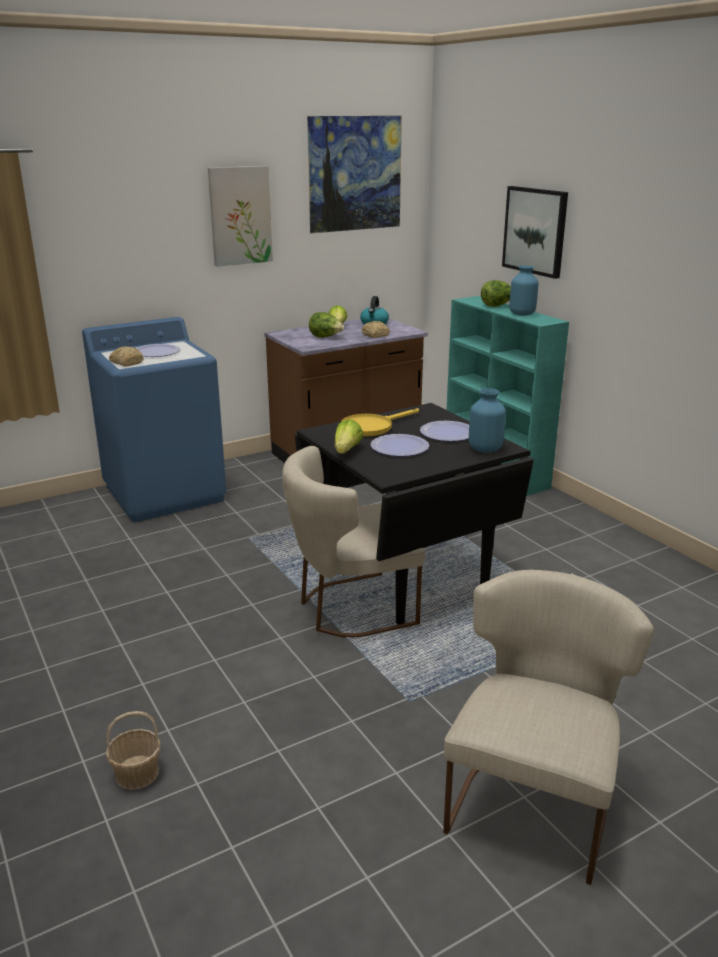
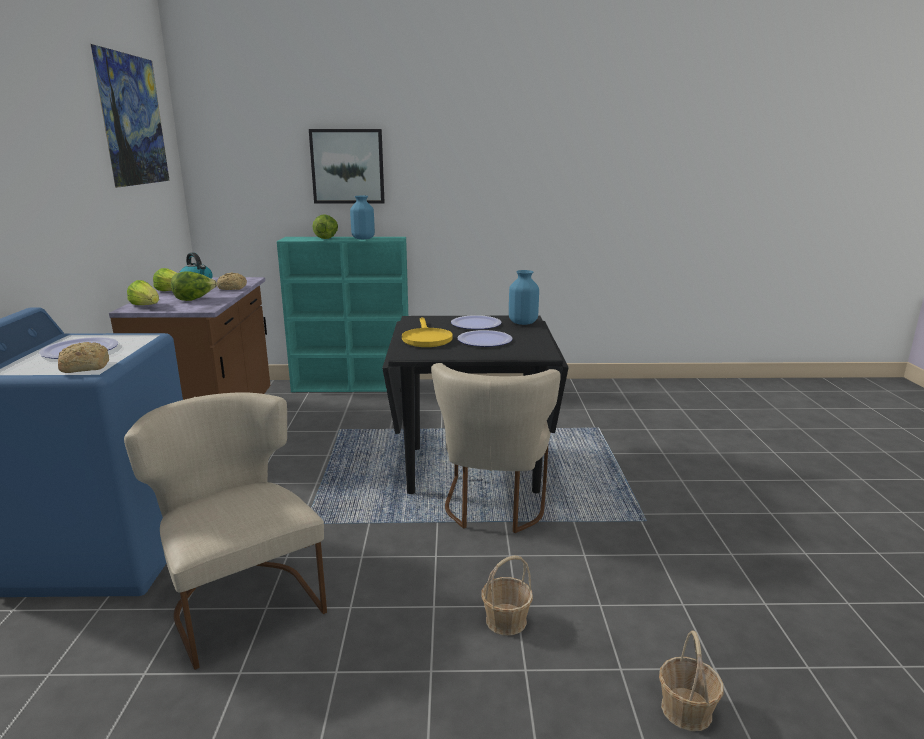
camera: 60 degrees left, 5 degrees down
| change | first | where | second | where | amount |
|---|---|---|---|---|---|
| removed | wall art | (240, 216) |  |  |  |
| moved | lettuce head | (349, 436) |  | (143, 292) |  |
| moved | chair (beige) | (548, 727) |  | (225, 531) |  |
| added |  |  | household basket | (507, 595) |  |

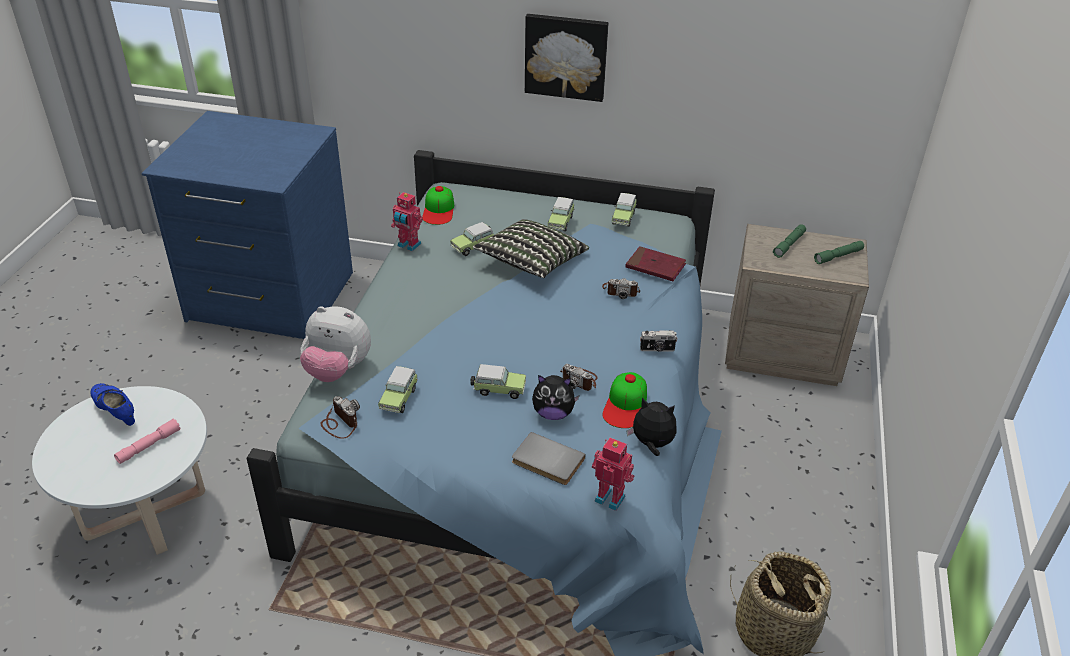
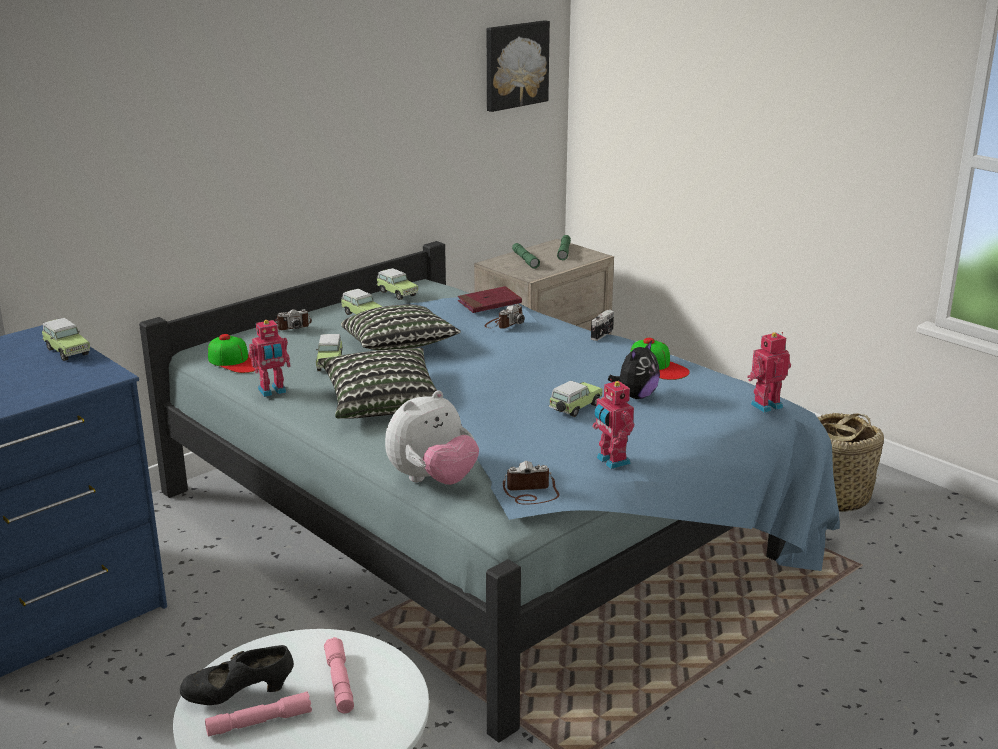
camera: 55 degrees left, 15 degrees down
| change | first | where | second | where | amount |
|---|---|---|---|---|---|
| recoloured | item of footwear (blue-coloured) | (112, 404) | item of footwear (black-coloured) | (237, 675) |  |
| moved | toy car | (398, 389) |  | (66, 339) |  |
| removed | bound book (grey) | (549, 458) |  |  |  |
| moved | wall art | (567, 58) |  | (518, 66) |  |
| moved | still camera | (579, 377) |  | (293, 319) |  |
| removed | cuddly toy | (652, 426) |  |  |  |
| added |  |  | flashlight (pink) | (258, 713) |  |
| added |  |  | throw pillow | (377, 383) |  |
| added |  |  | model robot | (613, 424) |  |

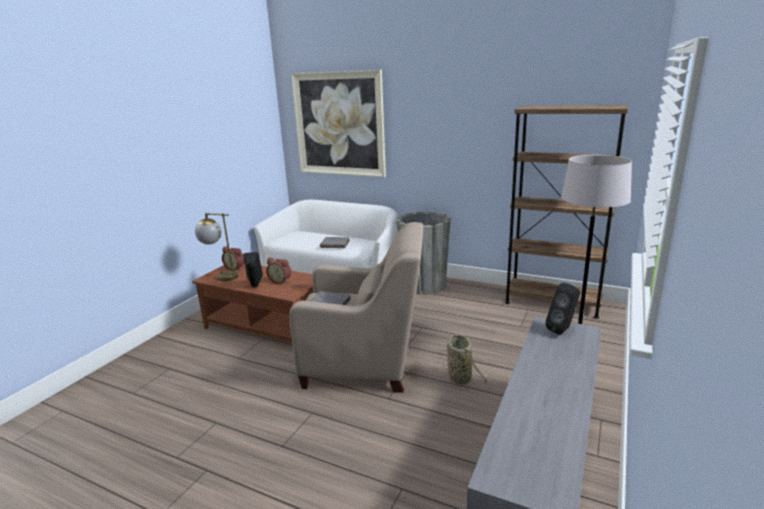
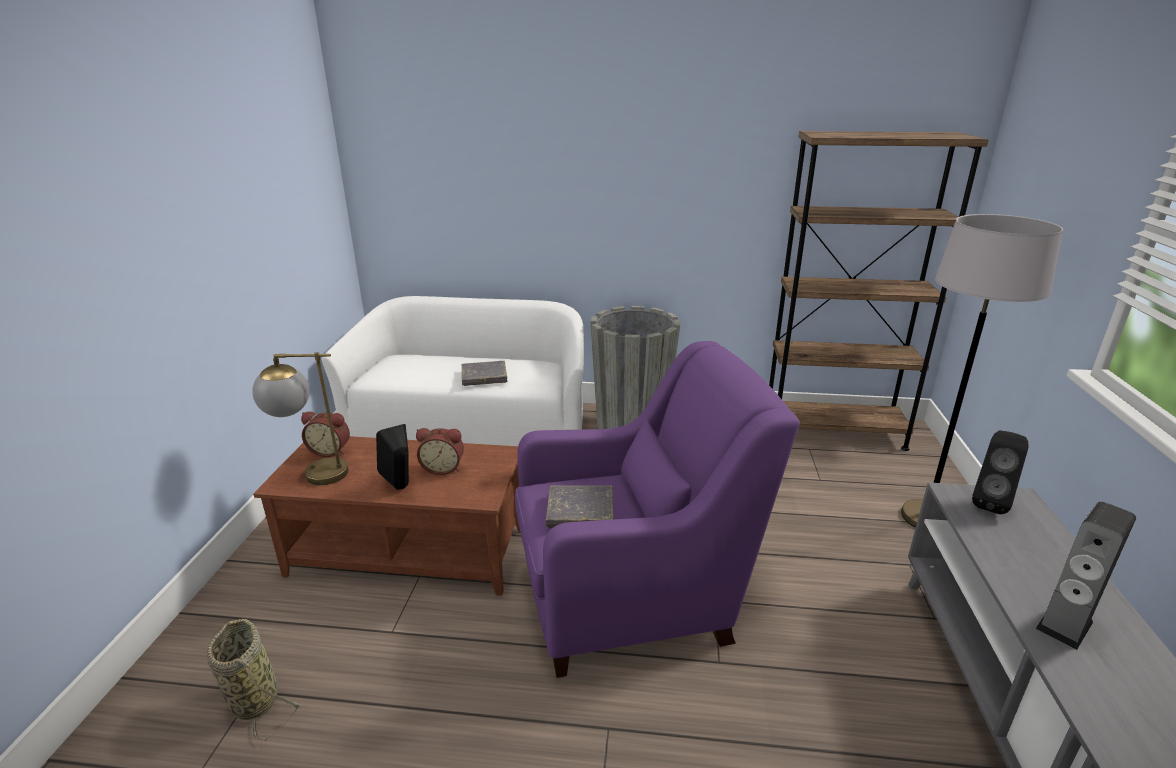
camera: 20 degrees left, 5 degrees up
| change | first | where | second | where | amount |
|---|---|---|---|---|---|
| recoloured | easy chair (beige) | (356, 307) | easy chair (purplish) | (657, 509) |  |
| removed | wall art | (338, 123) |  |  |  |
| moved | household basket | (463, 363) |  | (254, 680) |  |
| added |  |  | audio speaker | (1086, 576) |  |

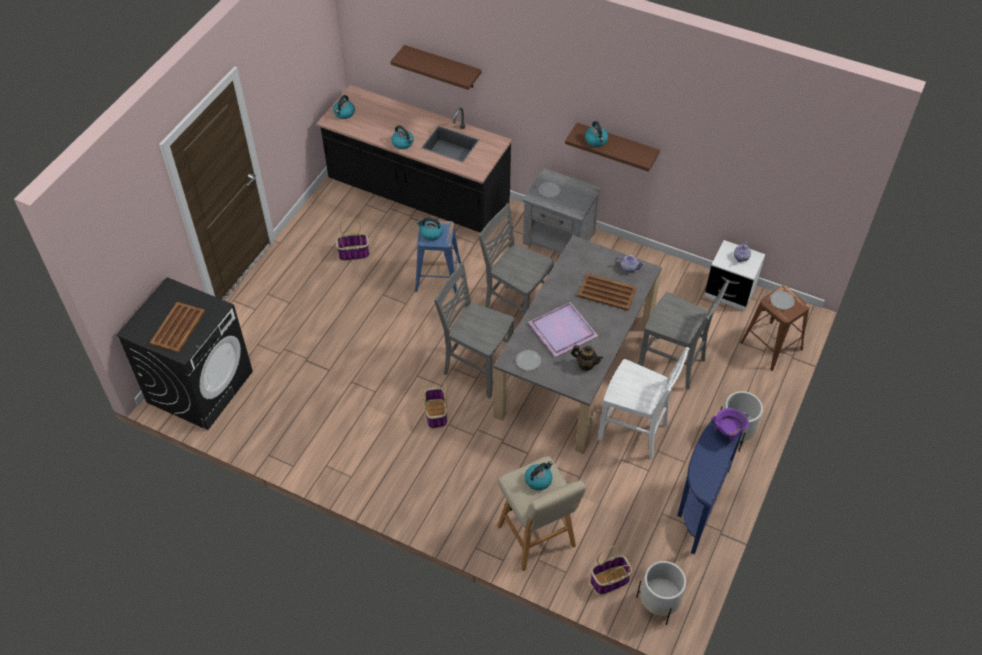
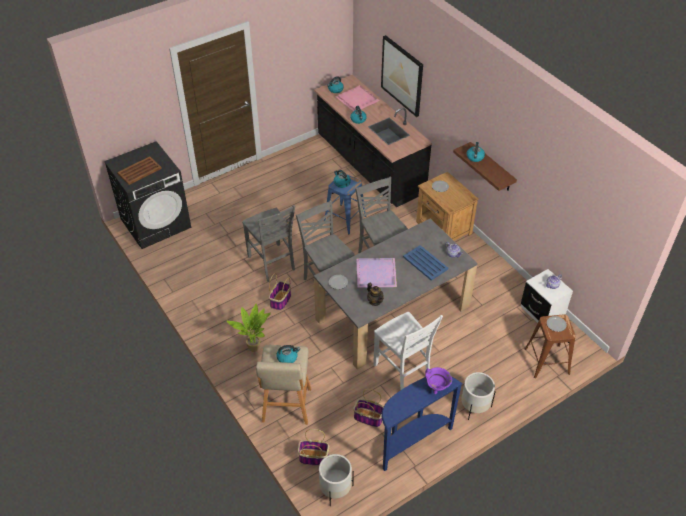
camera: 30 degrees right, 5 degrees down
| change | first | where | second | where | amount |
|---|---|---|---|---|---|
| moved | household basket | (353, 239) |  | (368, 408) |  |
| replaced | wall shelf (brown-coloured) | (436, 67) | wall art | (402, 76) |  |
| recoloured | nightstand (grey) | (562, 211) | nightstand (brown-coloured) | (447, 206) |  |
| recoloured | carrying tray (brown-coloured) | (607, 292) | carrying tray (blue-coloured) | (425, 263) |  |
| moved | chair (grey) | (684, 335) |  | (268, 243) |  |
| added |  |  | houseplant | (249, 328) |  |
| added |  |  | carrying tray (pink) | (358, 98) |  |

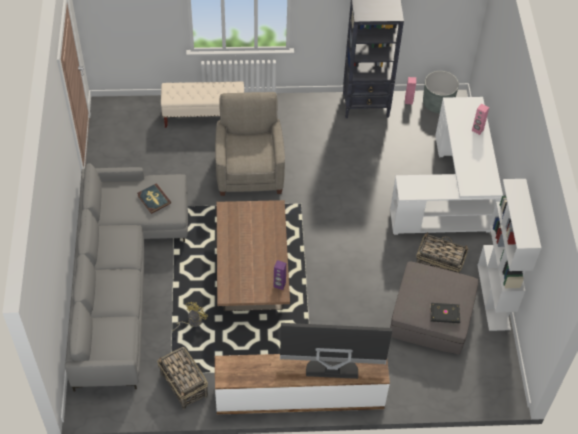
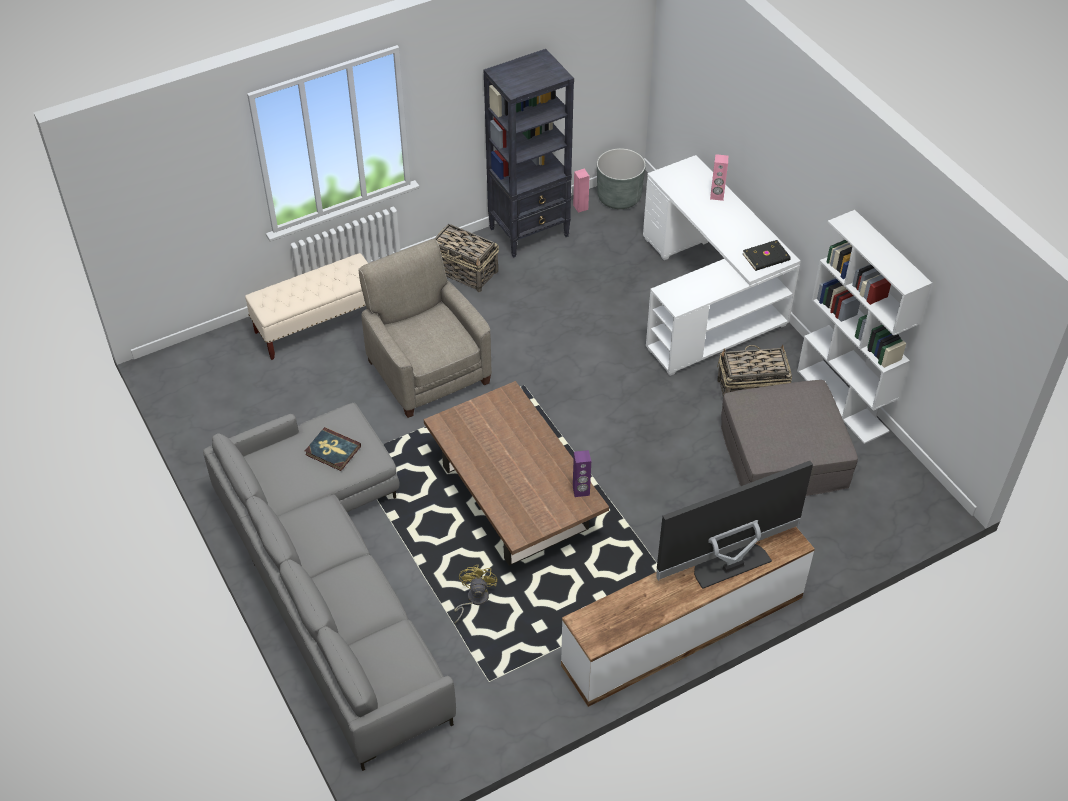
camera: 25 degrees left, 5 degrees down
| change | first | where | second | where | amount |
|---|---|---|---|---|---|
| moved | household basket | (182, 378) |  | (466, 258) |  |
| moved | bound book (black-coloured) | (445, 313) |  | (767, 255) |  |

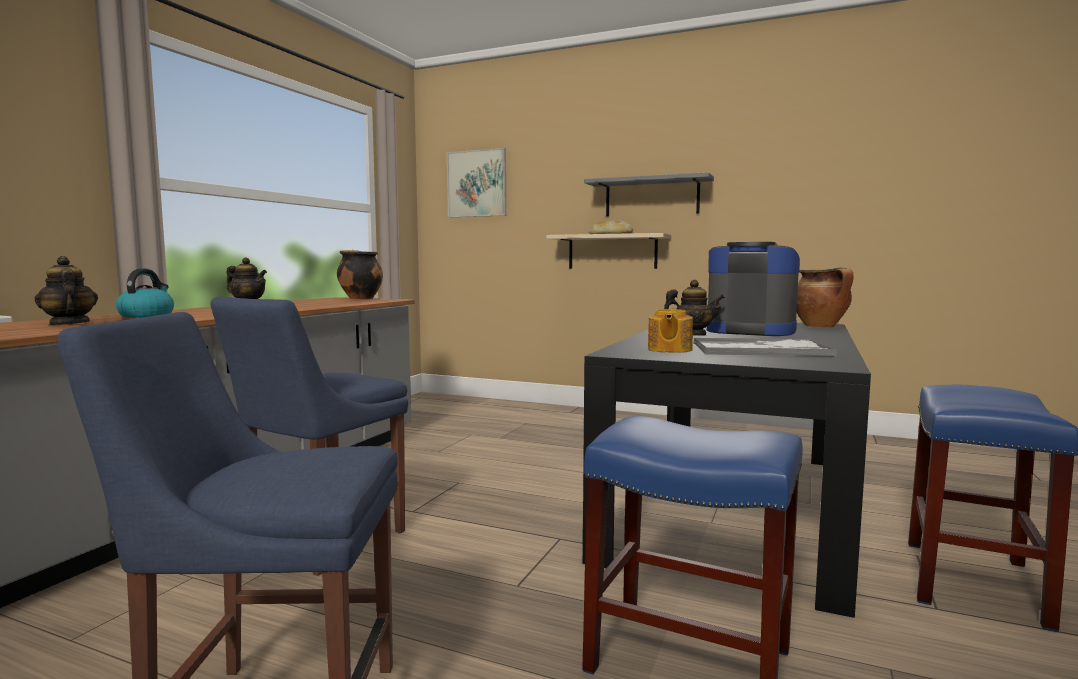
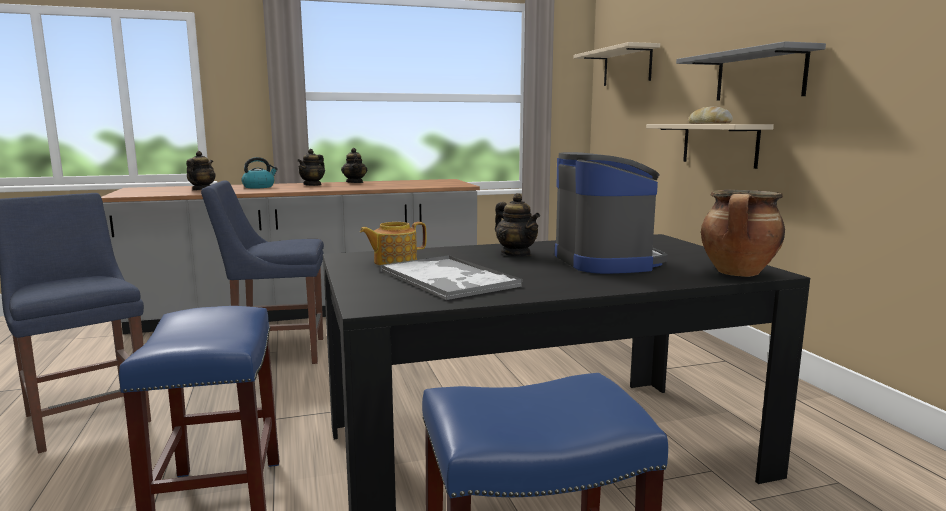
camera: 50 degrees right, 5 degrees up
| change | first | where | second | where | amount |
|---|---|---|---|---|---|
| removed | stockpot | (360, 275) |  |  |  |
| replaced | wall art | (476, 182) | wall shelf (beige) | (616, 64) |  |
| added |  |  | pot for tea | (311, 167) |  |

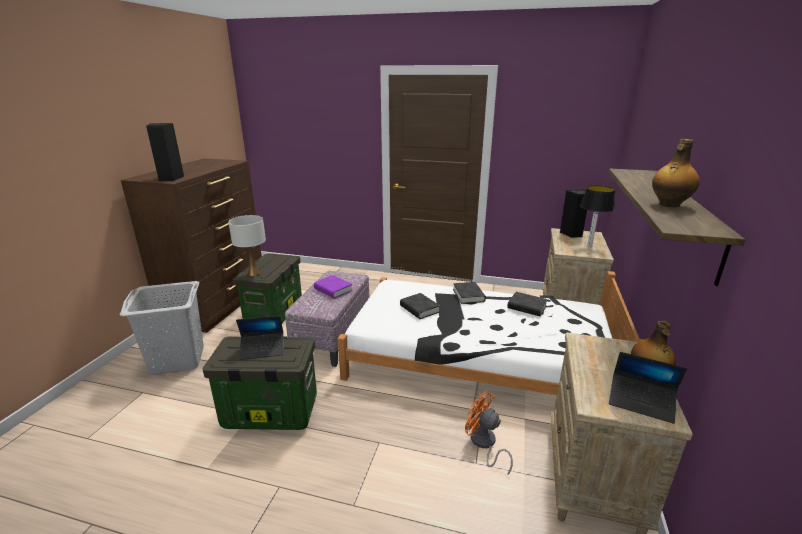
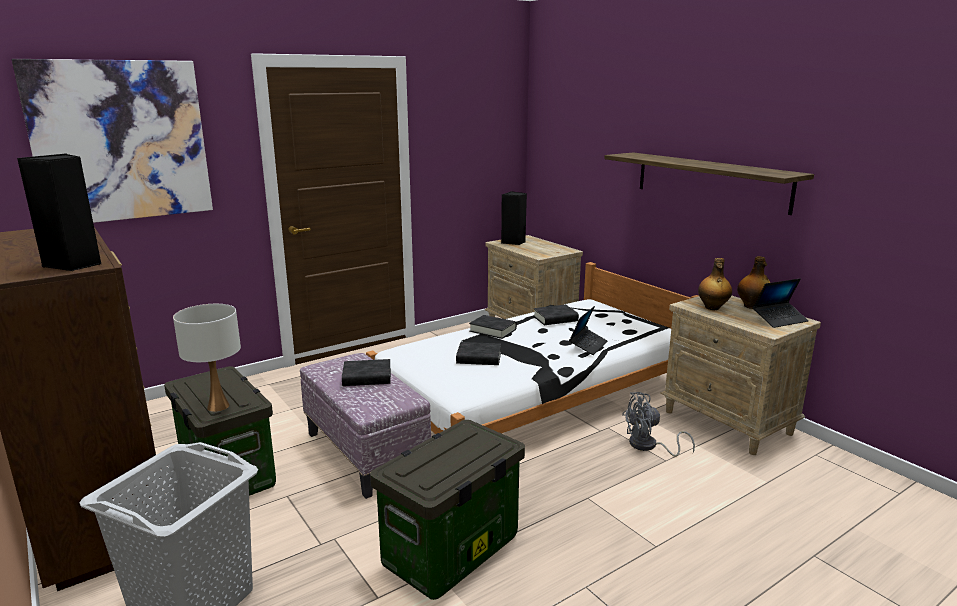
camera: 50 degrees left, 5 degrees down
| change | first | where | second | where | amount |
|---|---|---|---|---|---|
| moved | notebook computer | (260, 338) |  | (588, 330) |  |
| recoloured | bound book (purplish) | (333, 287) | bound book (black-coloured) | (366, 372) |  |
| recoloured | fan (orangey) | (489, 432) | fan (grey) | (658, 424) |  |
| removed | table lamp | (597, 216) |  |  |  |
| moved | bottle | (676, 173) |  | (715, 284) |  |
| added |  |  | wall art | (112, 141) |  |

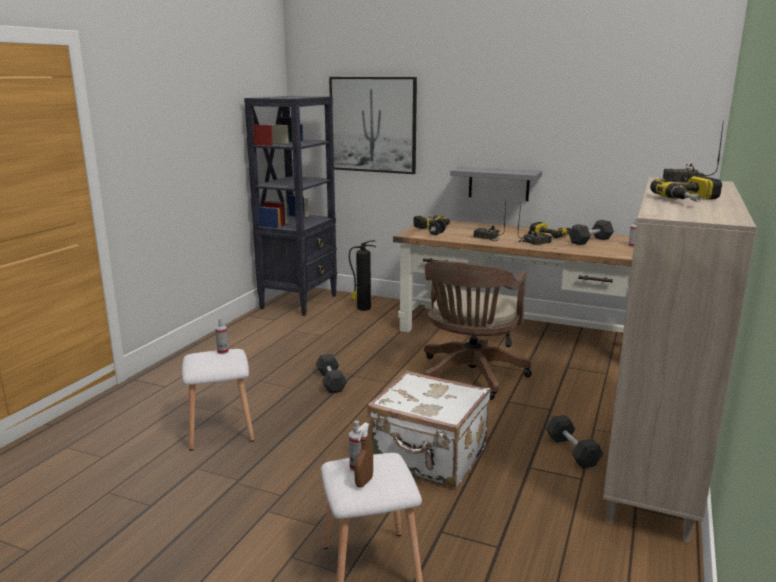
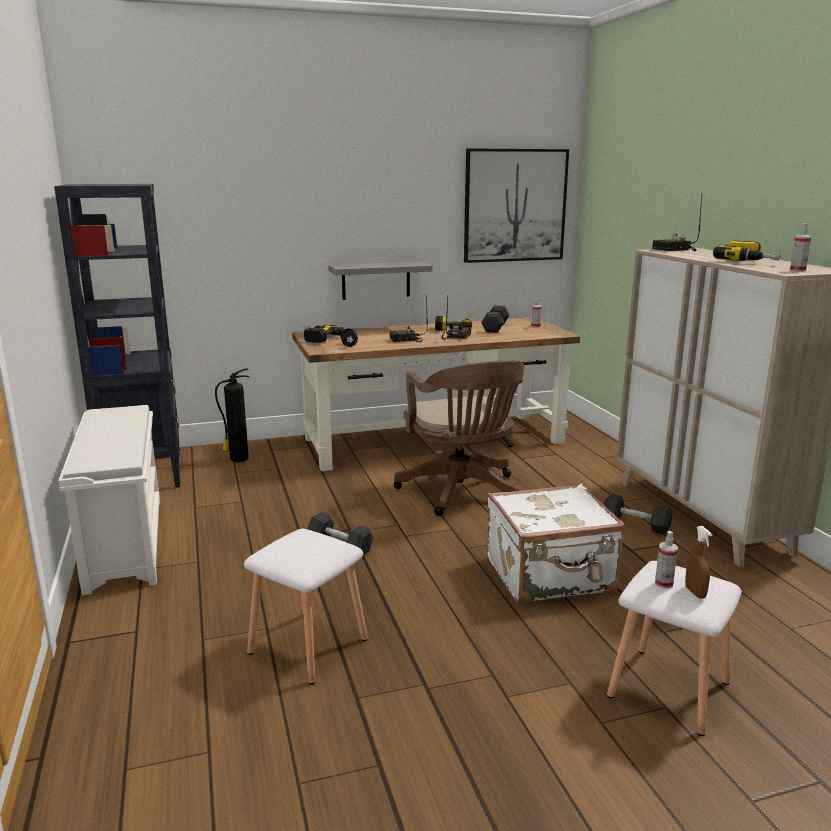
camera: 40 degrees left, 0 degrees up
| change | first | where | second | where | amount |
|---|---|---|---|---|---|
| moved | sprayer | (222, 336) |  | (800, 247) |  |
| moved | wall art | (373, 125) |  | (516, 205) |  |
| added |  |  | shoe shelf (white-coloured) | (109, 500) |  |

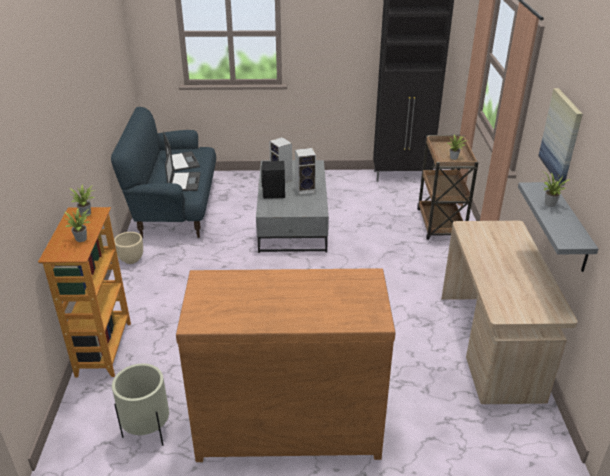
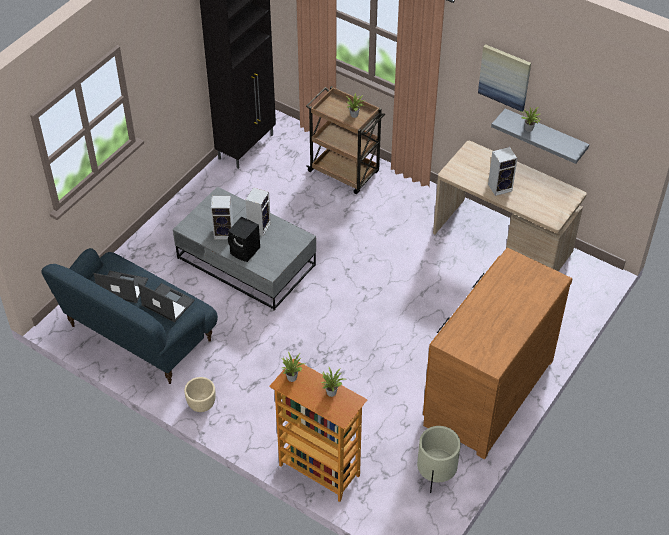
camera: 55 degrees left, 15 degrees up
| change | first | where | second | where | amount |
|---|---|---|---|---|---|
| added |  |  | audio speaker | (502, 171) |  |

